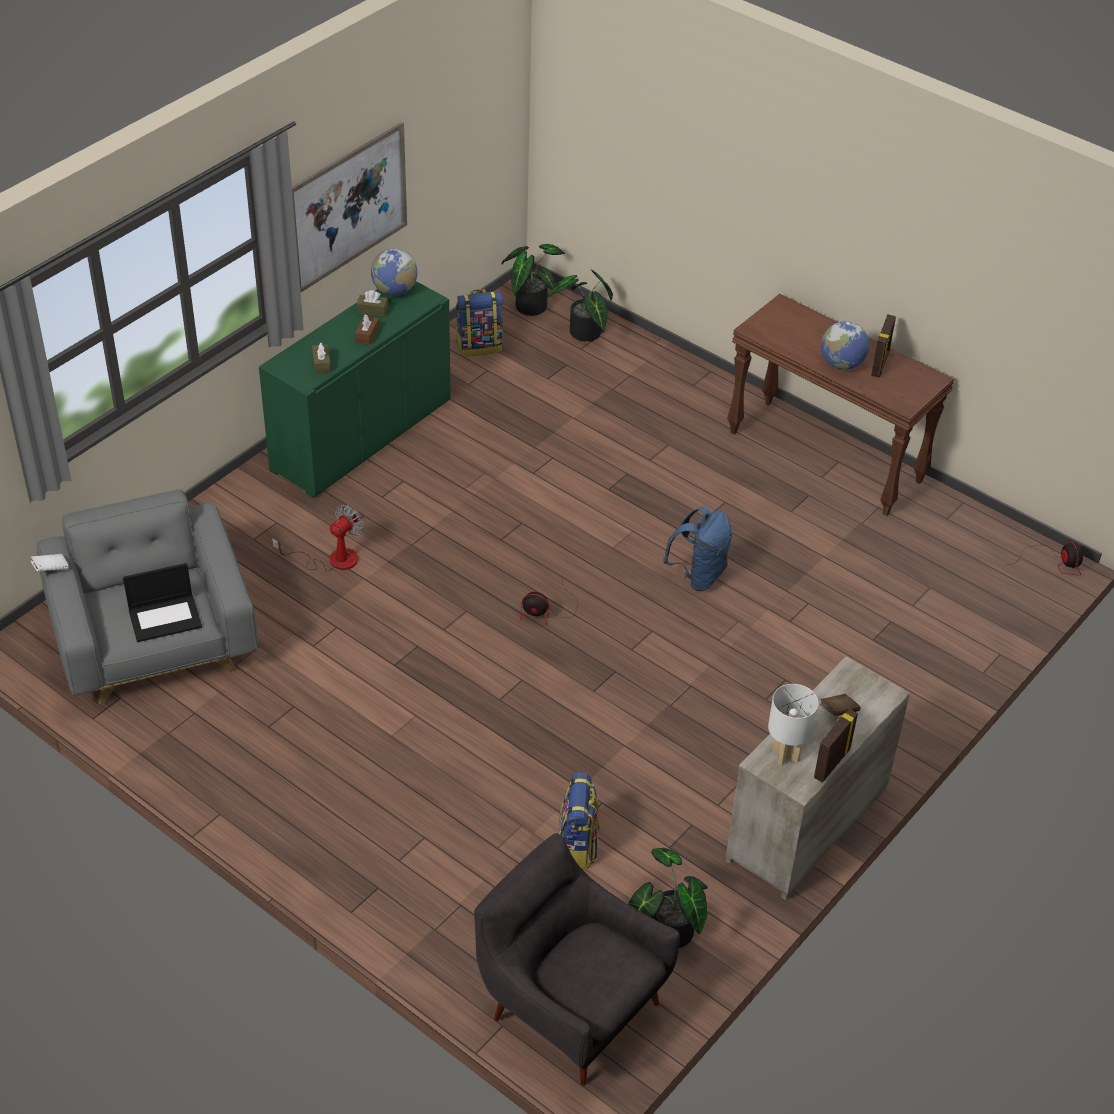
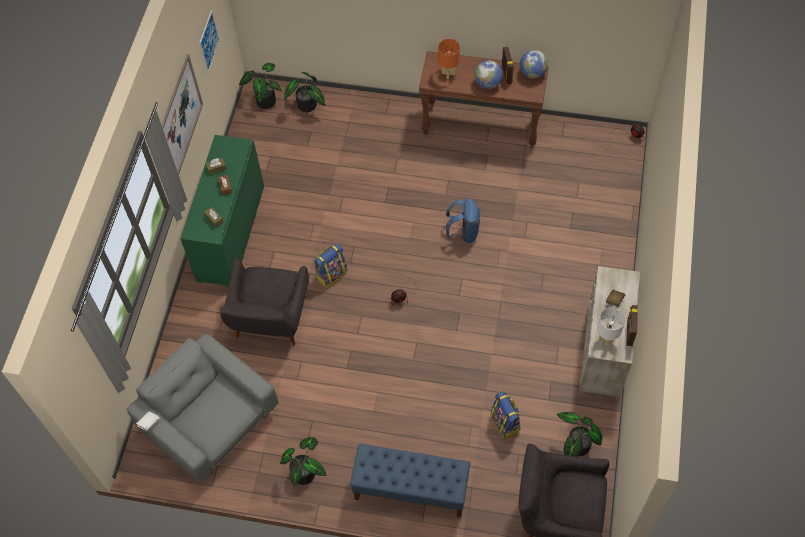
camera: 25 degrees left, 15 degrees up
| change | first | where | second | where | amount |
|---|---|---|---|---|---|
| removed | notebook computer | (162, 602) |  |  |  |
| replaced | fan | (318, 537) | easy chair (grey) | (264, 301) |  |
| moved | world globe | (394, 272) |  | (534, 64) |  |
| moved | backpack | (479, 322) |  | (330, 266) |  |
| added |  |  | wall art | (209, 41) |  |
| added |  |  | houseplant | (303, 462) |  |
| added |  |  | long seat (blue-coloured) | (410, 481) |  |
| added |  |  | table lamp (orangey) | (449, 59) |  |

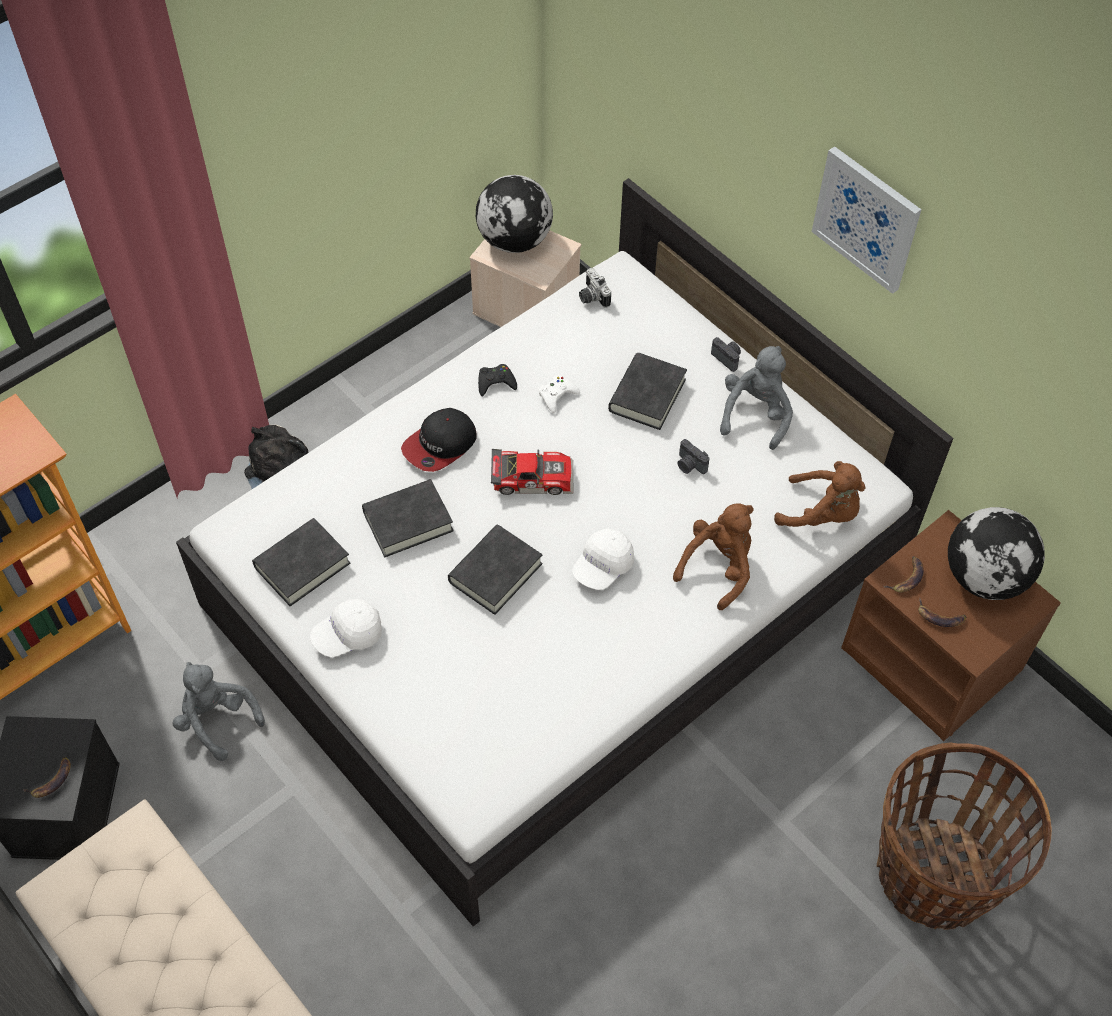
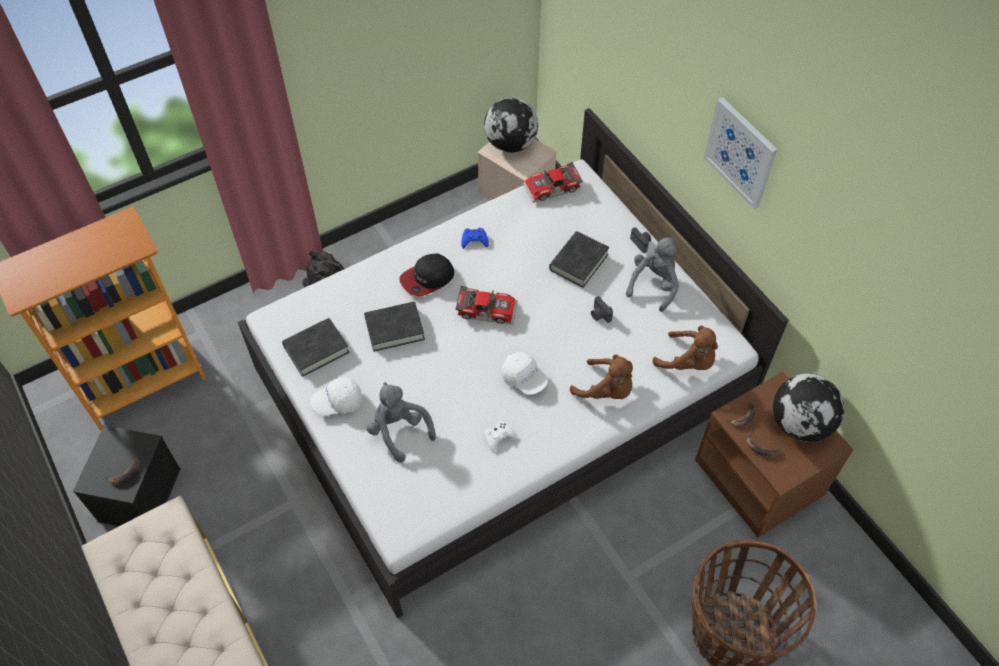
camera: 10 degrees right, 0 degrees up
| change | first | where | second | where | amount |
|---|---|---|---|---|---|
| moved | cuddly toy (grey) | (219, 711) |  | (401, 422) |  |
| removed | bound book (black-coloured) | (495, 570) |  |  |  |
| recoloured | game controller (black-coloured) | (497, 380) | game controller (blue-coloured) | (475, 238) |  |
| moved | game controller (white-coloured) | (559, 394) |  | (500, 437) |  |
| turned | cap (white-coloured) | (603, 559) |  | (525, 373) | 90 degrees counterclockwise |
| replaced | still camera | (595, 288) | toy car | (553, 182) |  |
| turned | cuddly toy (brown-coloured) | (713, 556) |  | (601, 376) | 75 degrees clockwise |

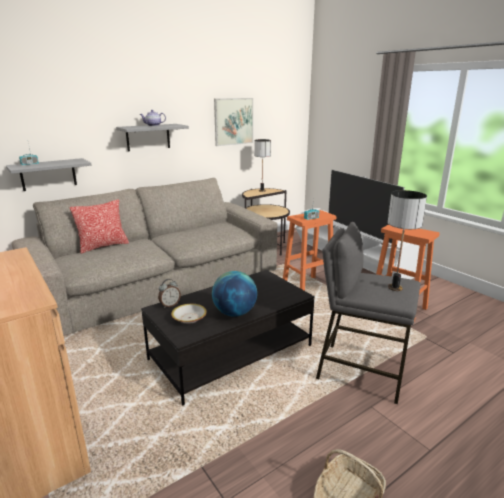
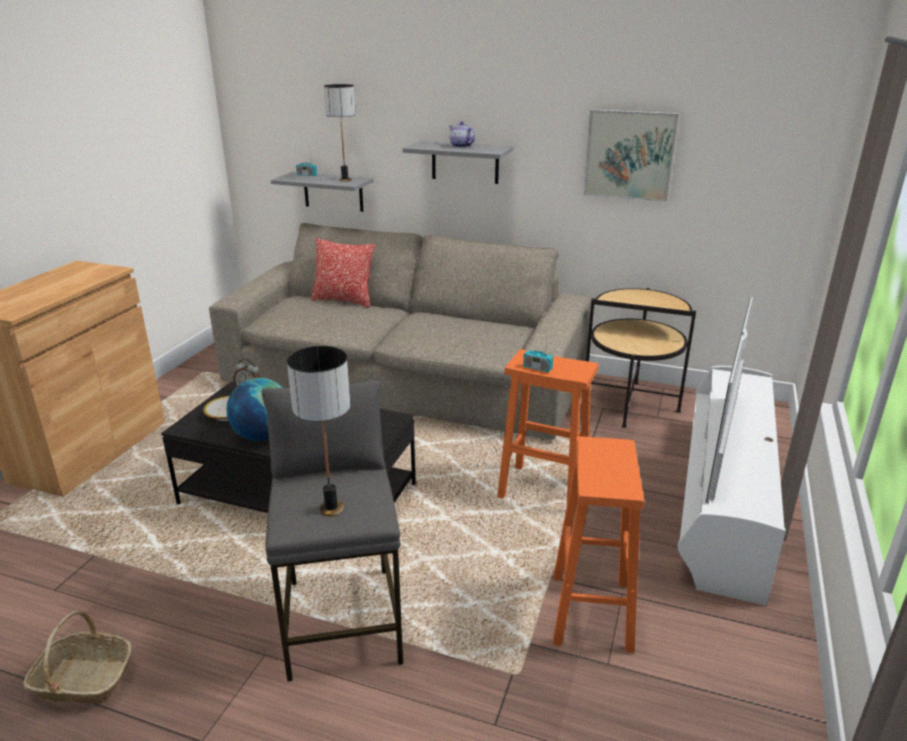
camera: 55 degrees right, 5 degrees up
| change | first | where | second | where | amount |
|---|---|---|---|---|---|
| moved | table lamp | (262, 165) |  | (340, 133) |  |

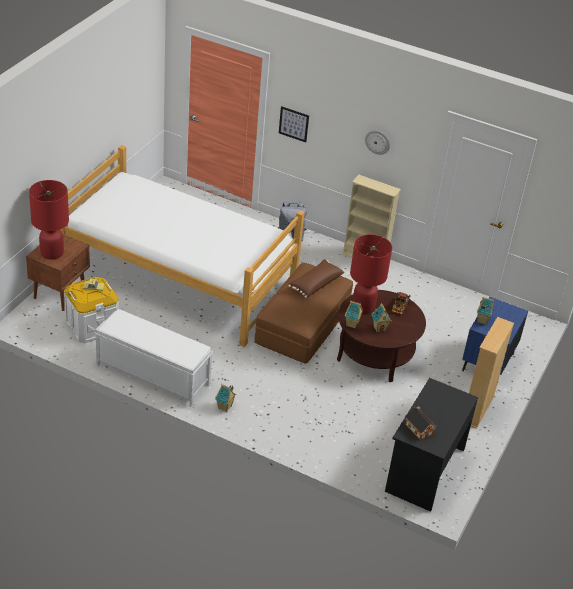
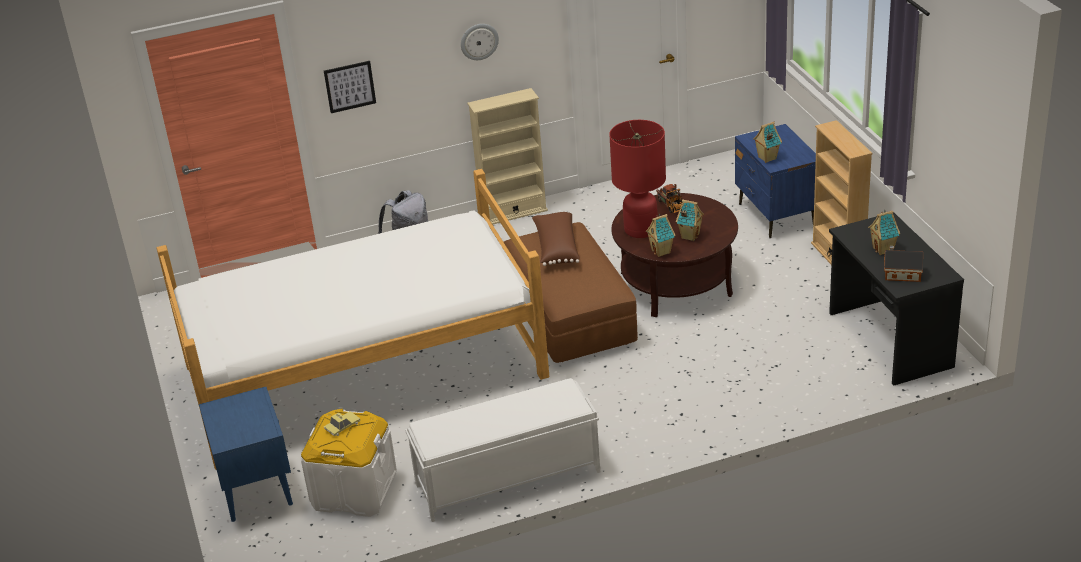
camera: 40 degrees left, 5 degrees down
| change | first | where | second | where | amount |
|---|---|---|---|---|---|
| recoloured | nightstand (brown-coloured) | (58, 272) | nightstand (blue-coloured) | (246, 454) |  |
| removed | table lamp (red-coloured) | (49, 220) |  |  |  |
| moved | model house | (225, 398) |  | (884, 232) |  |

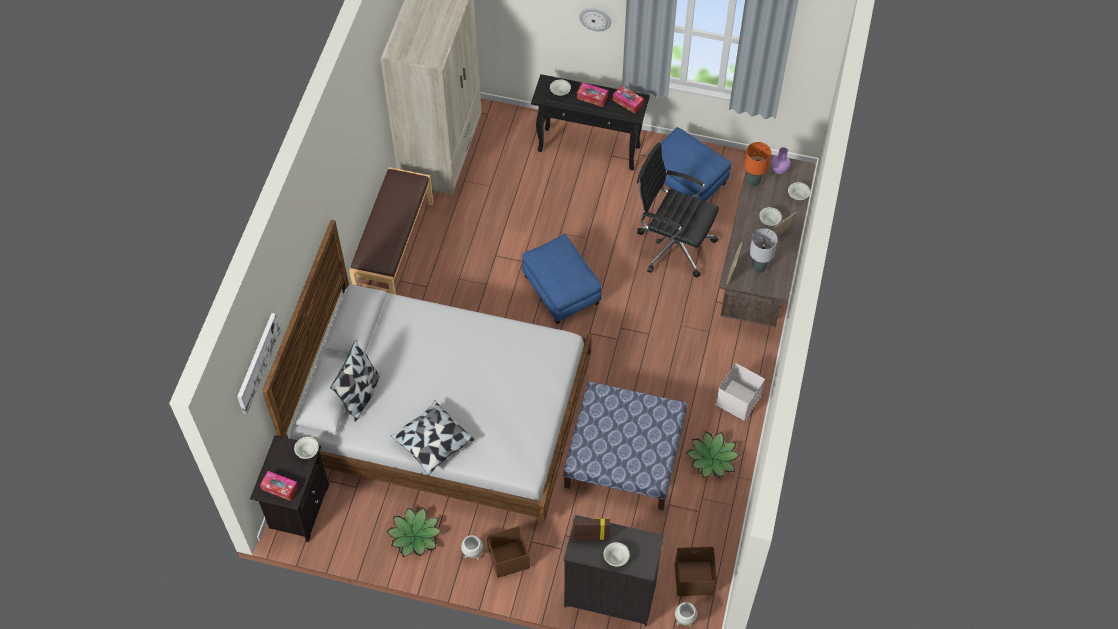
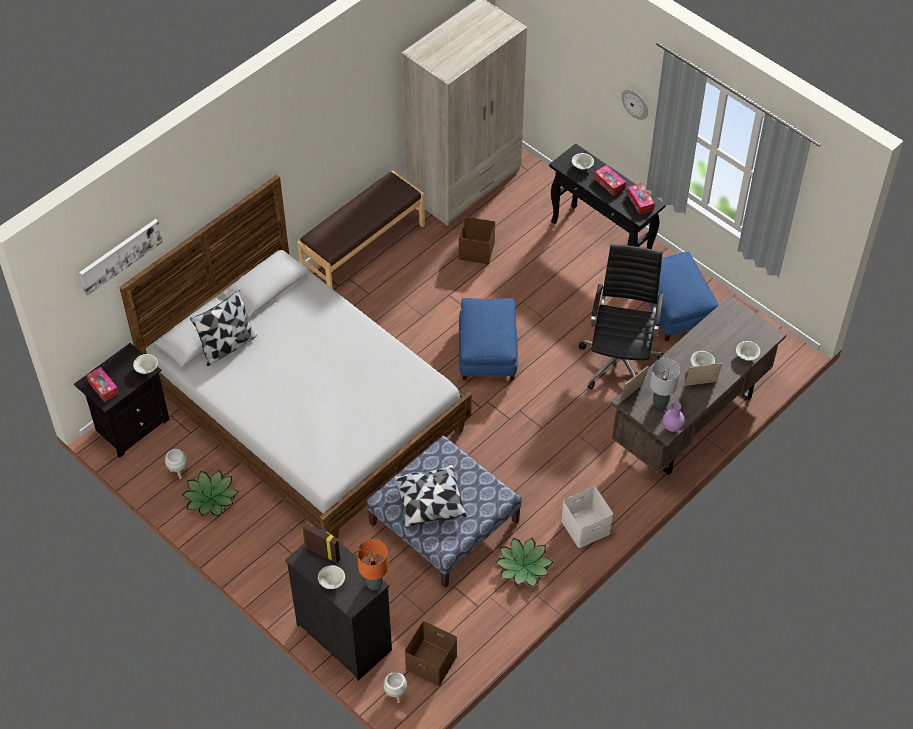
camera: 30 degrees right, 5 degrees down
| change | first | where | second | where | amount |
|---|---|---|---|---|---|
| moved | throw pillow | (432, 438) |  | (430, 496) |  |
| moved | plant pot (white-coloured) | (472, 547) |  | (176, 464) |  |
| moved | storage bin (brown-coloured) | (508, 552) |  | (477, 240) |  |
| turned | computer chair (black-coloured) | (678, 210) |  | (621, 317) | 45 degrees clockwise |
| moved | table lamp (orangey) | (757, 164) |  | (373, 564) |  |
| moved | vase (purplish) | (780, 160) |  | (674, 417) |  |

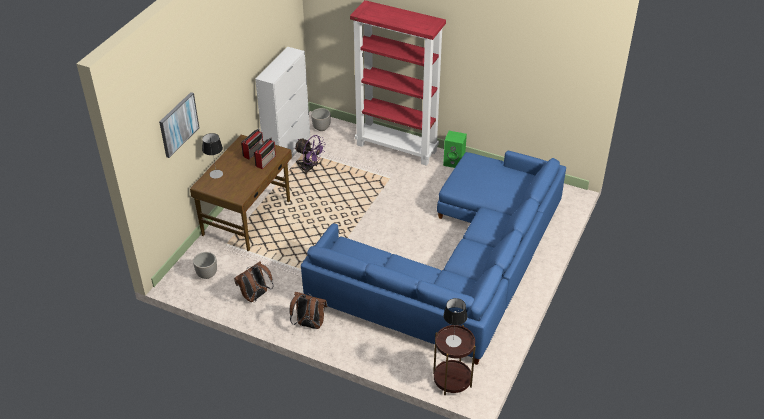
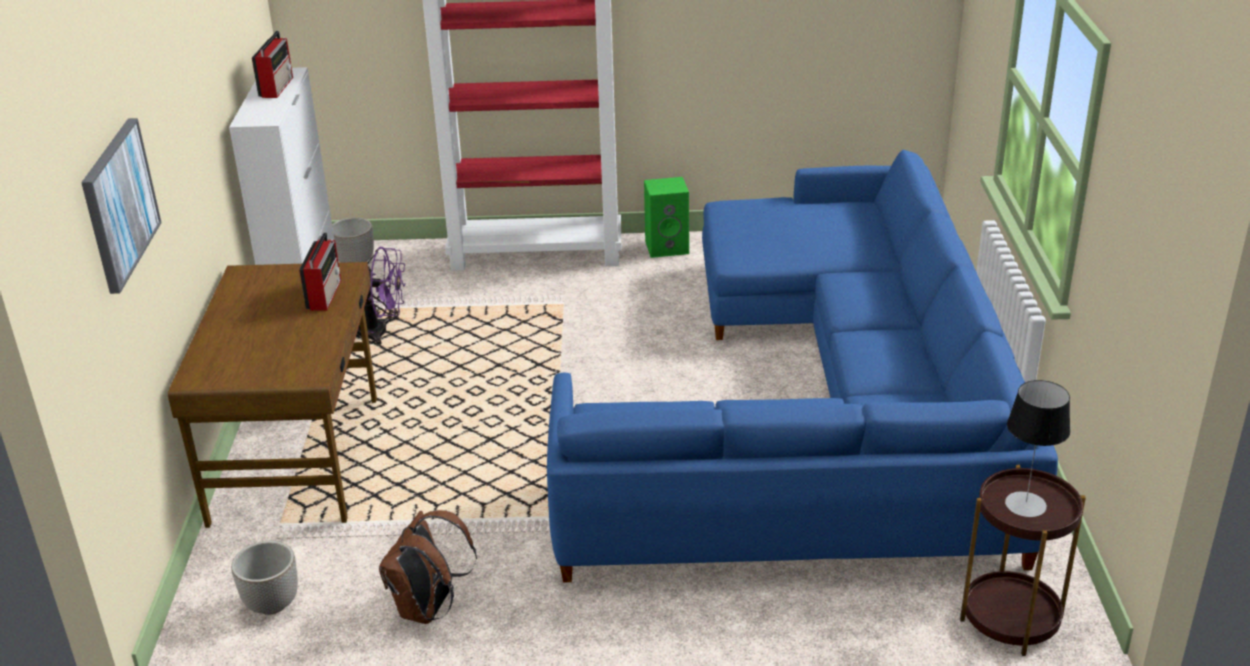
camera: 25 degrees left, 10 degrees down
| change | first | where | second | where | amount |
|---|---|---|---|---|---|
| removed | table lamp | (212, 155) |  |  |  |
| moved | radio | (252, 144) |  | (272, 64) |  |
| removed | backpack (brown-coloured) | (308, 310) |  |  |  |

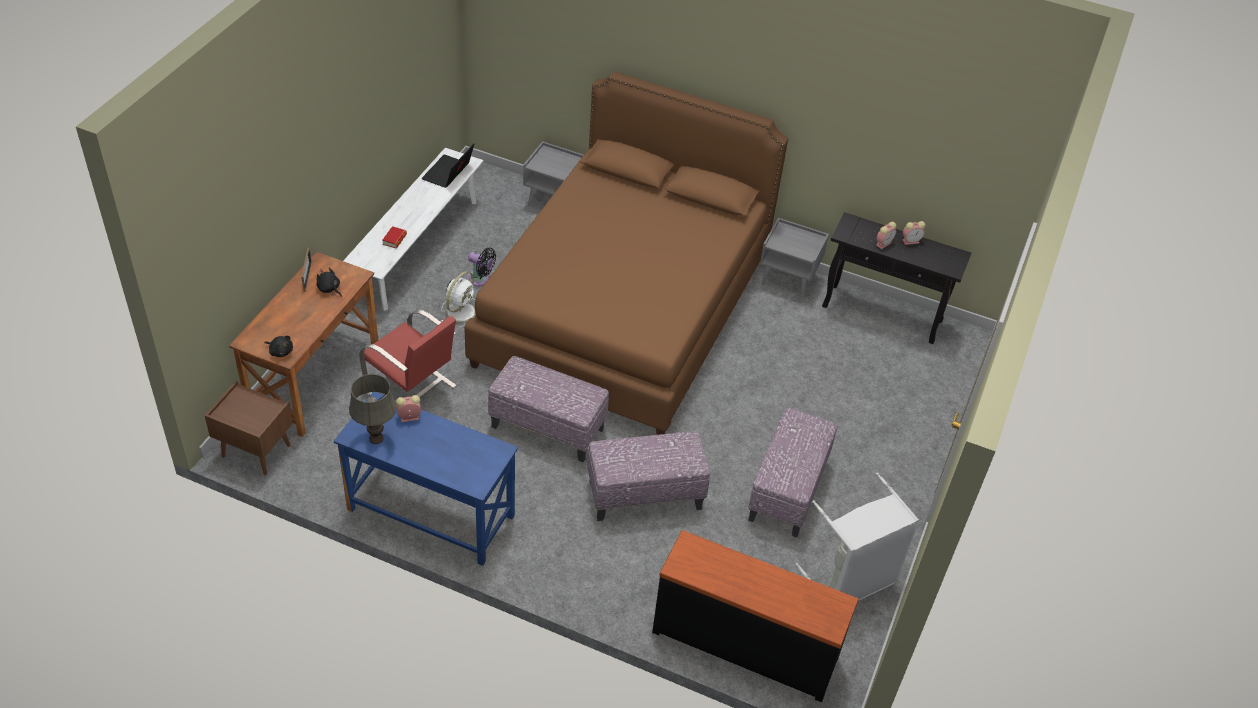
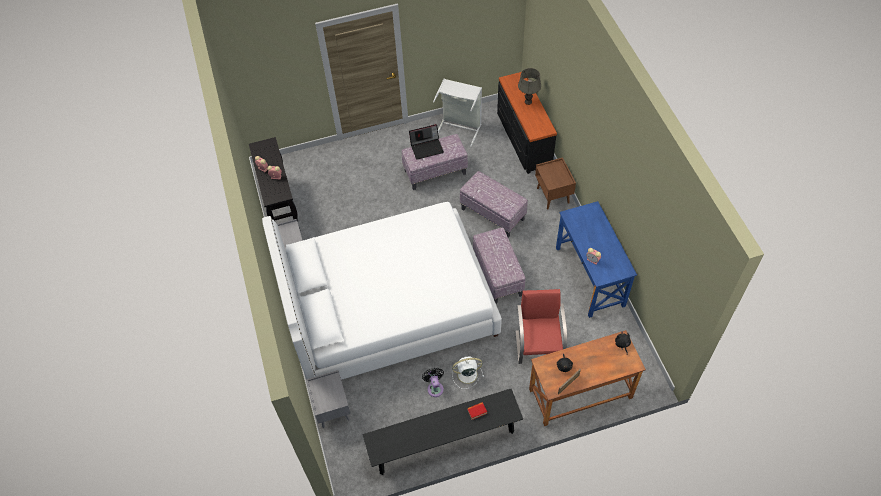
camera: 125 degrees left, 10 degrees up
| change | first | where | second | where | amount |
|---|---|---|---|---|---|
| moved | nightstand (brown-coloured) | (248, 428) |  | (555, 183) |  |
| recoloured | long seat (white-coloured) | (413, 229) | long seat (black-coloured) | (443, 432) |  |
| moved | table lamp (grey) | (373, 409) |  | (529, 86) |  |
| moved | notebook computer | (447, 166) |  | (426, 141) |  |
| recoloured | bed (brown-coloured) | (626, 253) | bed (white-coloured) | (382, 291) |  |

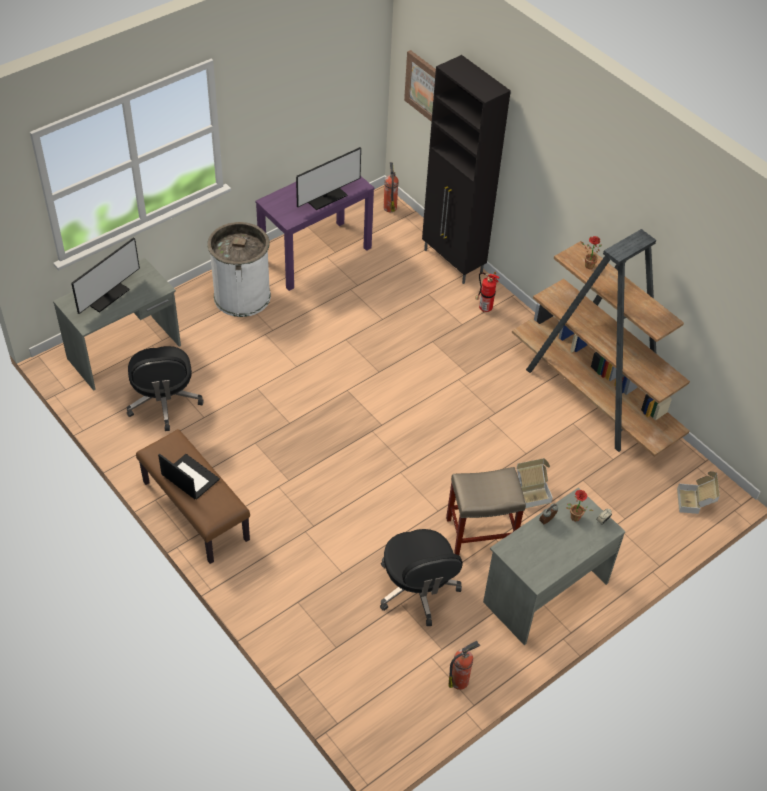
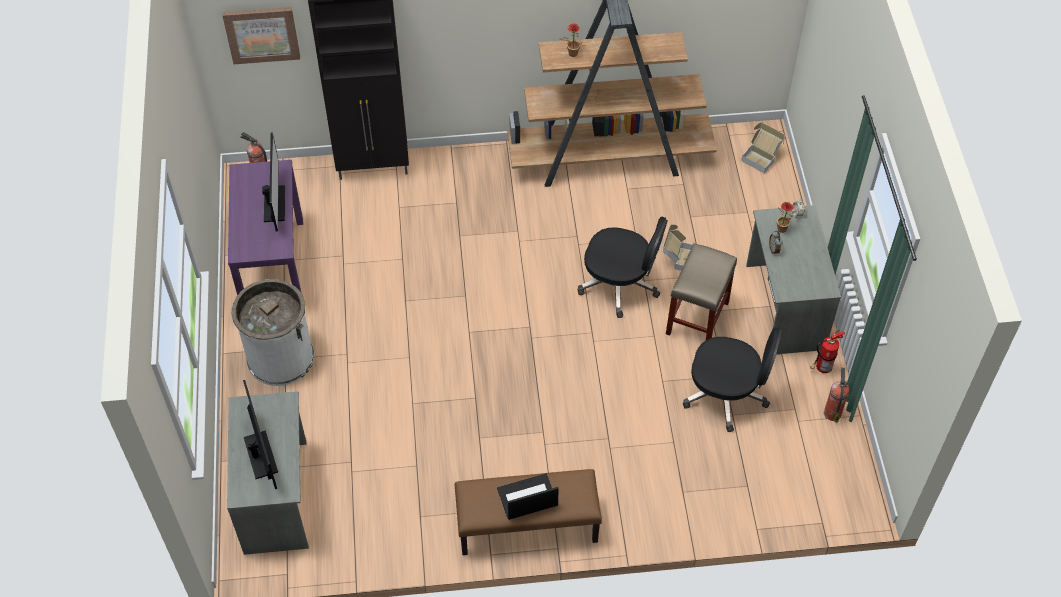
camera: 55 degrees left, 5 degrees up
| change | first | where | second | where | amount |
|---|---|---|---|---|---|
| moved | computer chair (black-coloured) | (165, 388) |  | (623, 267) |  |
| moved | fire extinguisher | (487, 292) |  | (827, 351) |  |

